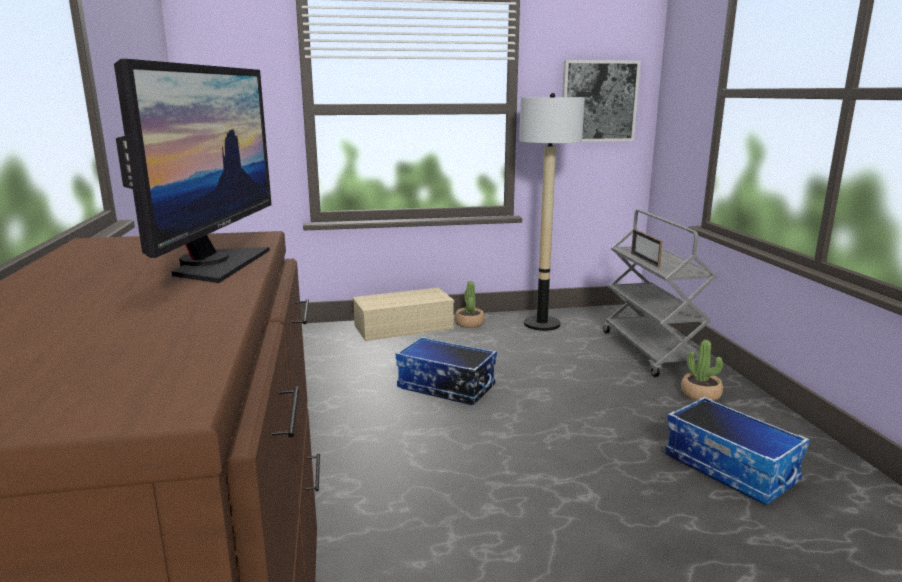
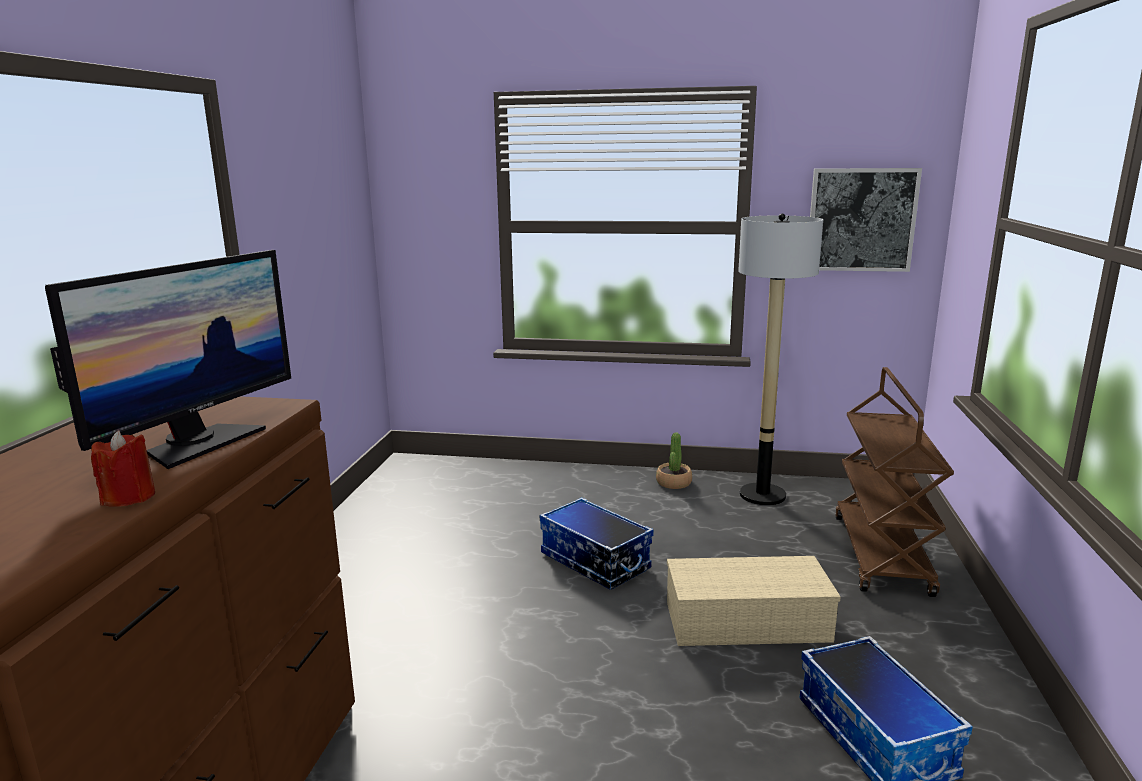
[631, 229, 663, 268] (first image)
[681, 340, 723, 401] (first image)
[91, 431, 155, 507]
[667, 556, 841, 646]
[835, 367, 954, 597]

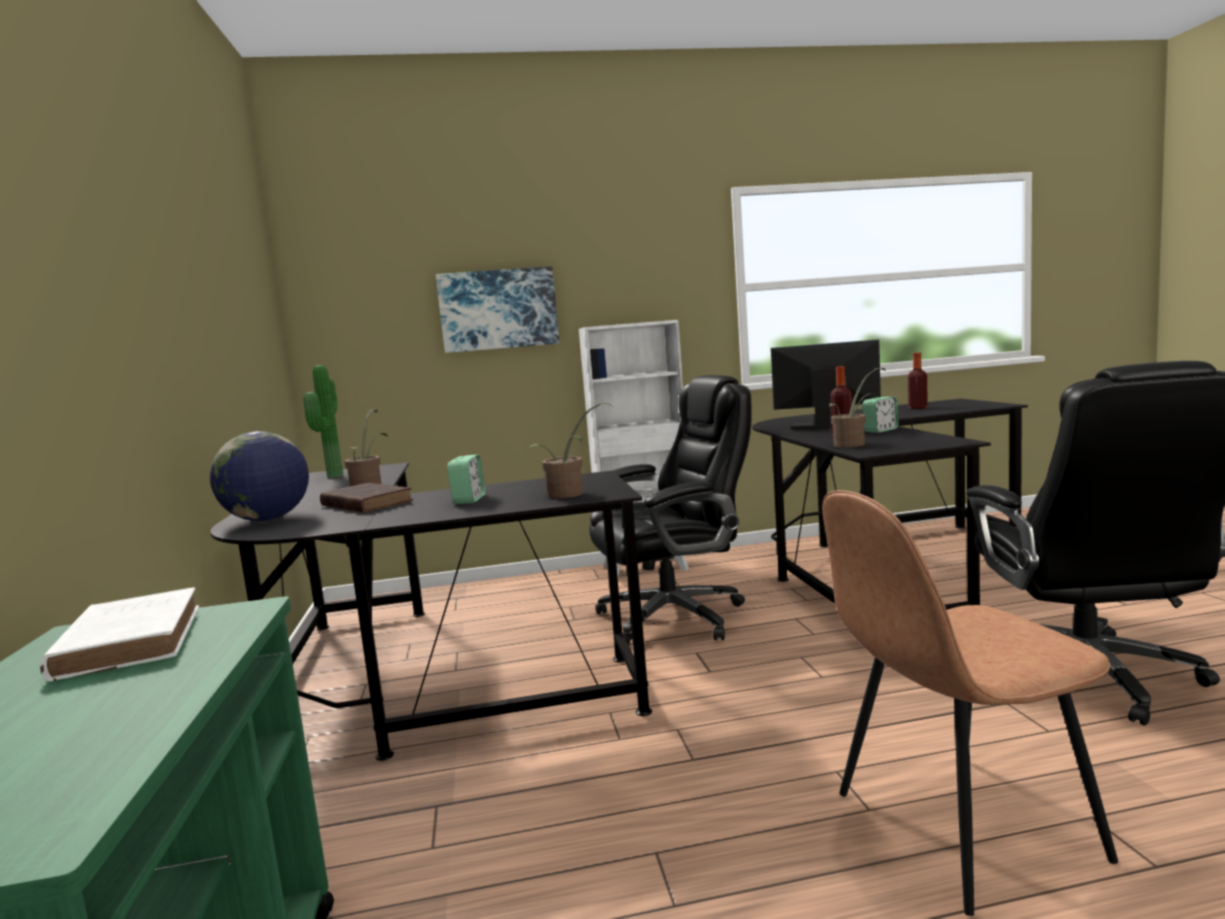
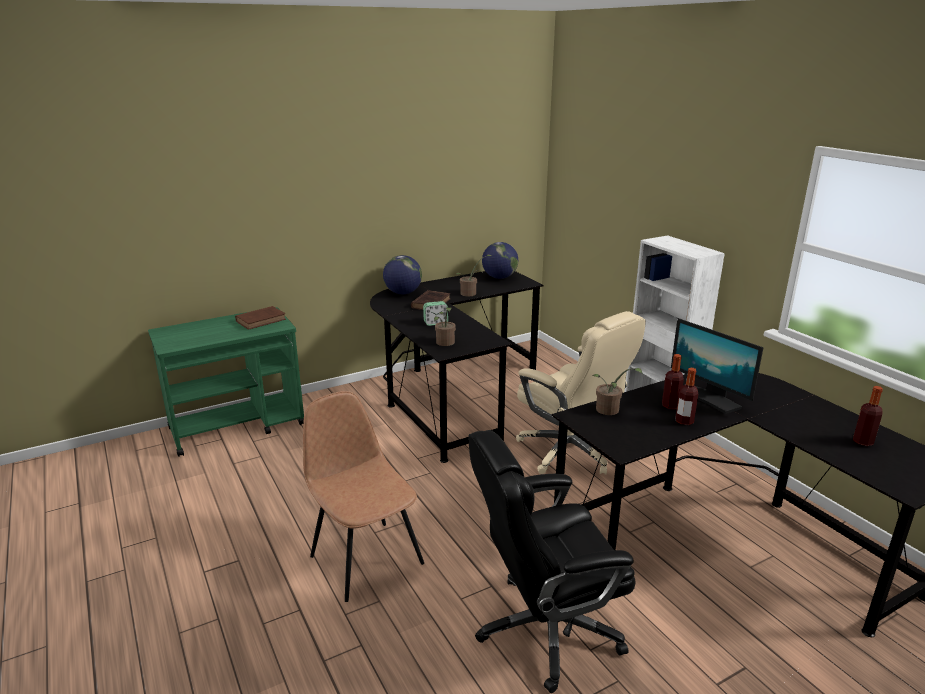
[436, 266, 559, 353] (first image)
[482, 242, 518, 279]
[675, 368, 698, 425]
[235, 306, 286, 330]
[516, 311, 646, 475]
[671, 318, 764, 414]

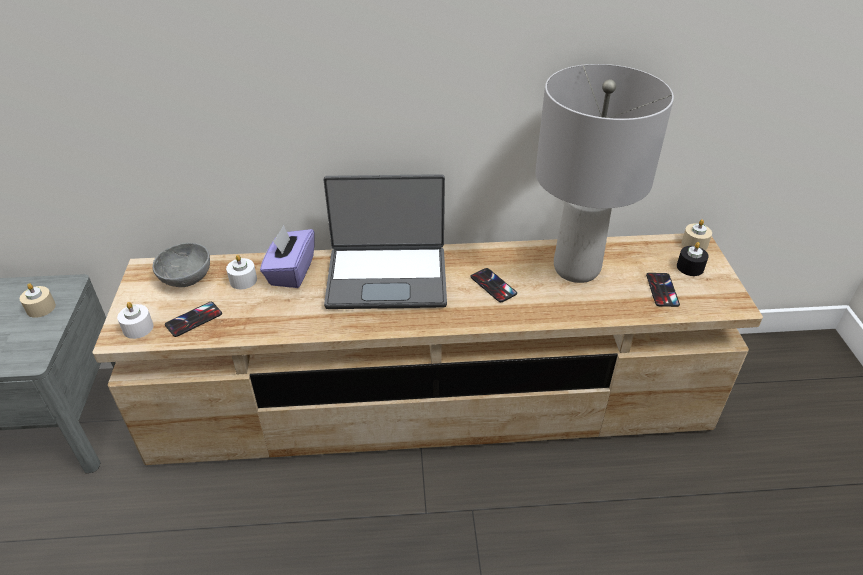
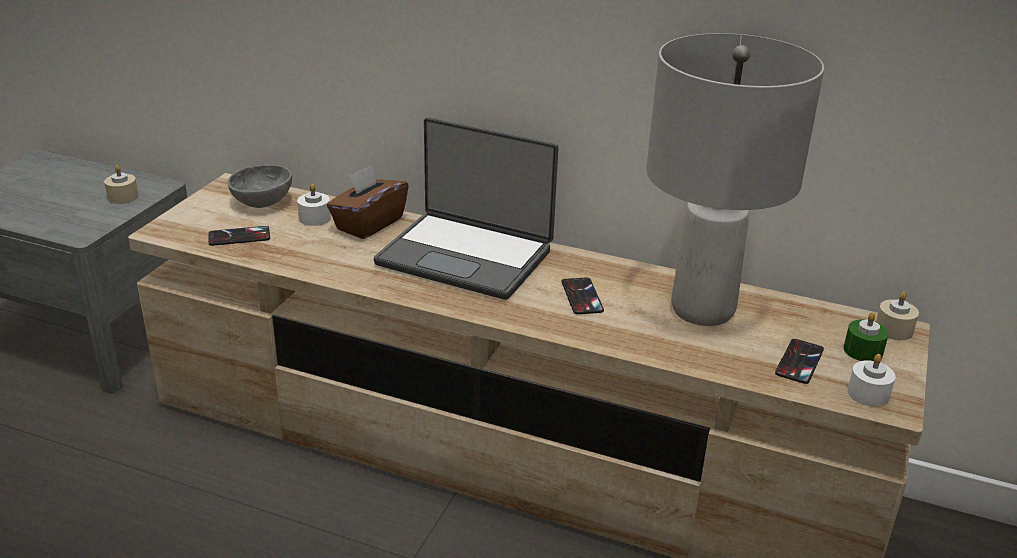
[847, 354, 896, 407]
[327, 165, 408, 239]
[844, 312, 889, 361]

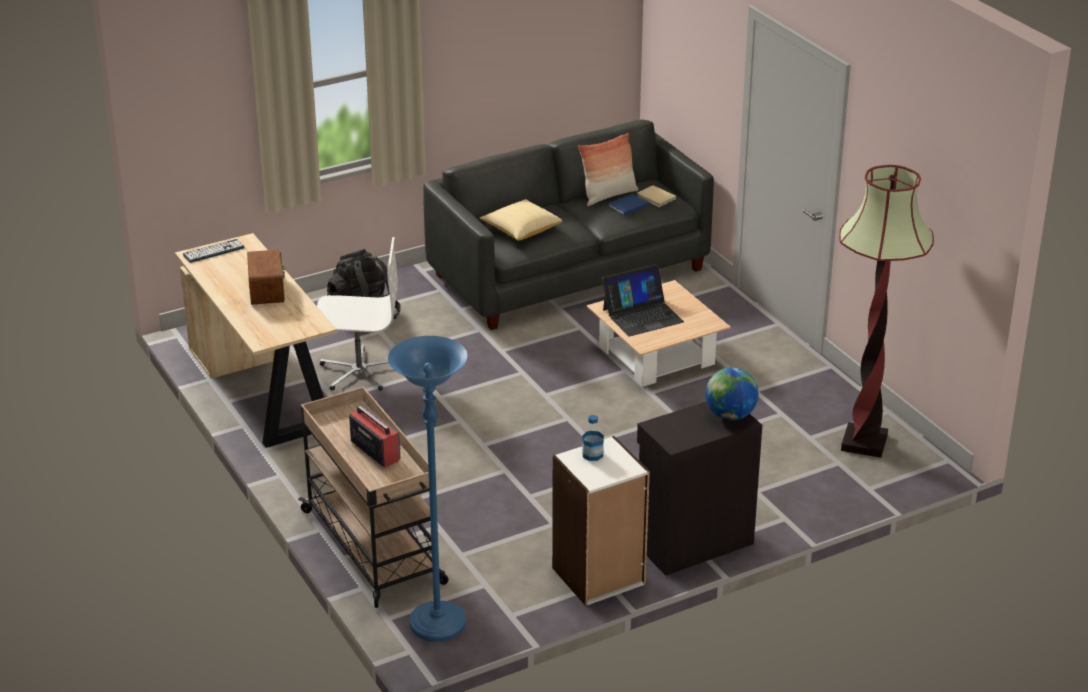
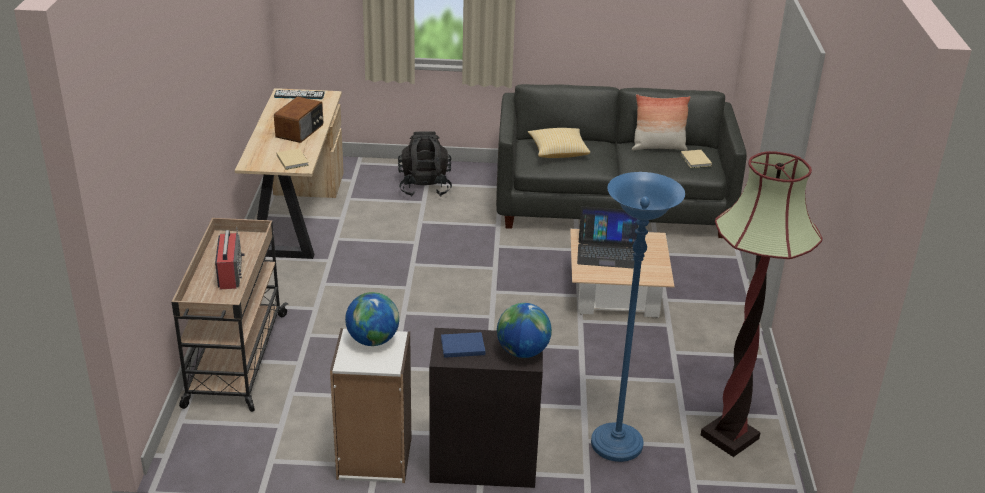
[317, 237, 398, 391] (first image)
[277, 149, 309, 170]
[591, 172, 685, 462]
[441, 332, 485, 358]
[345, 292, 399, 346]

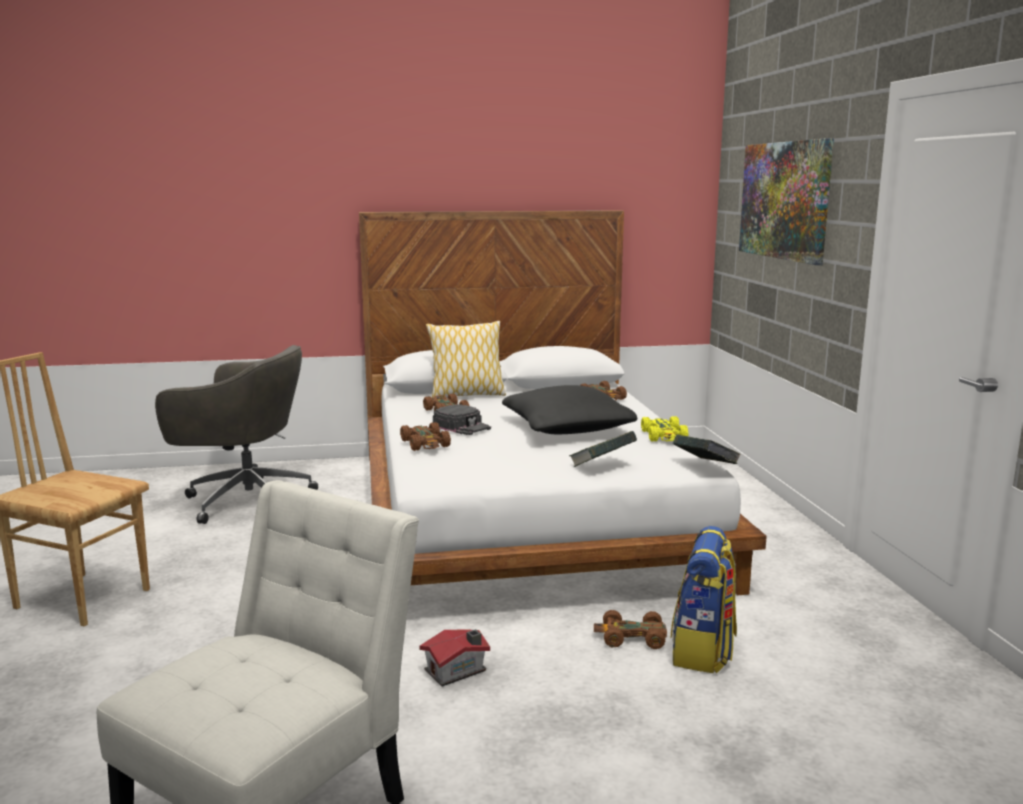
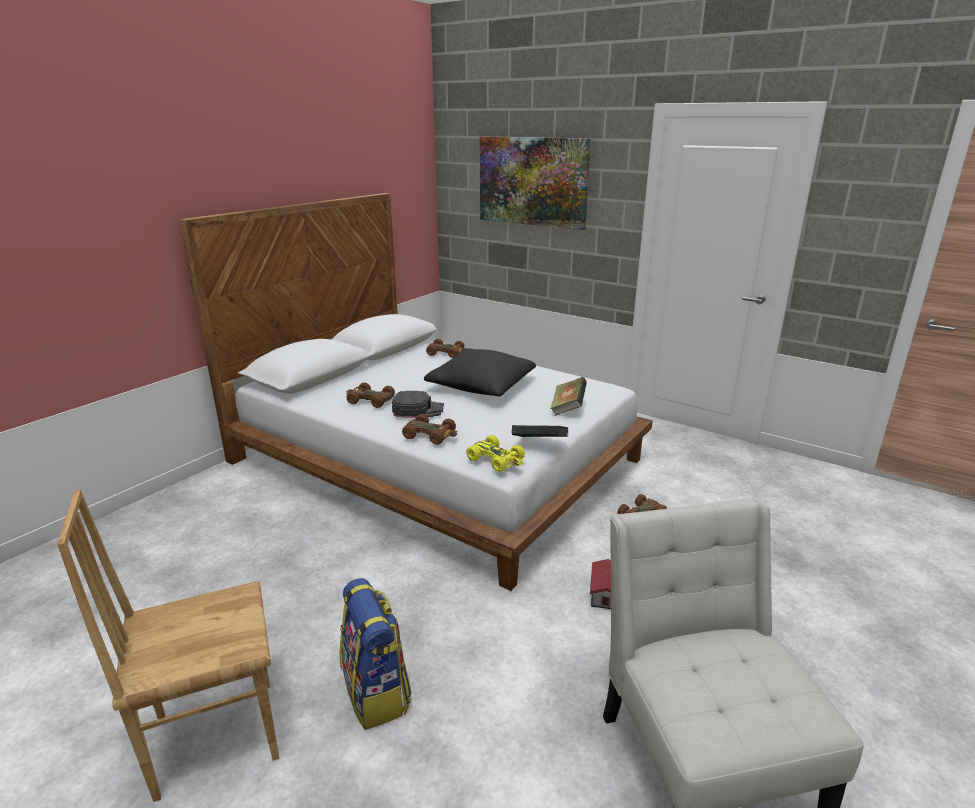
[155, 345, 318, 524] (first image)
[426, 321, 506, 398] (first image)
[466, 435, 525, 472]
[339, 578, 412, 730]
[512, 425, 568, 437]

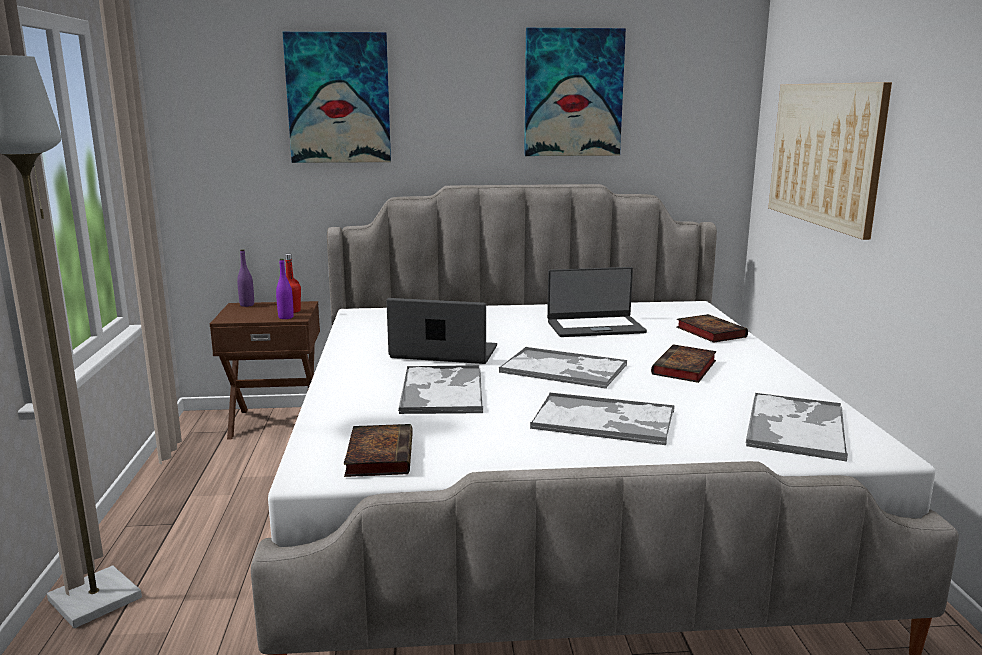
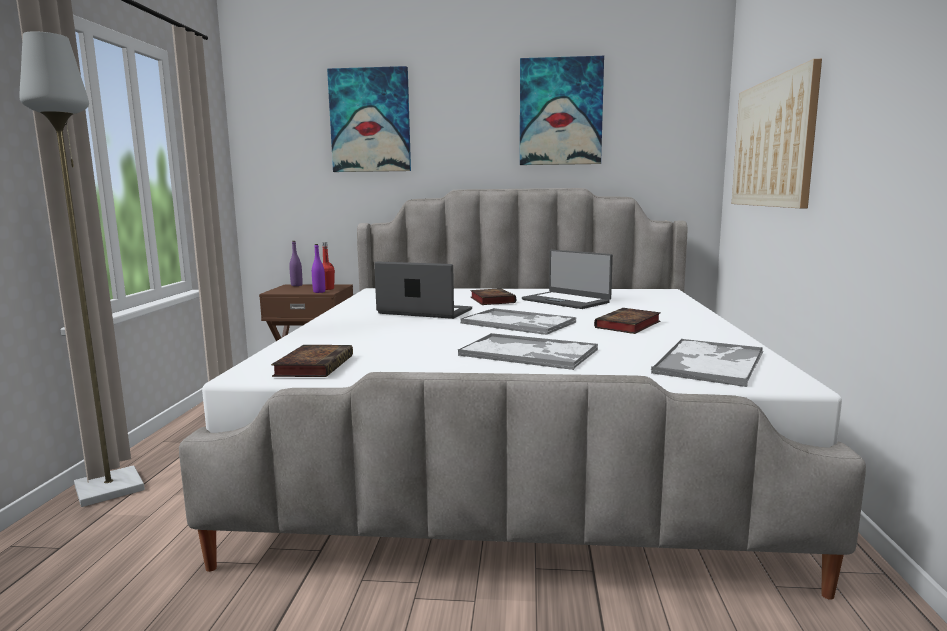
[398, 365, 483, 414] (first image)
[470, 288, 516, 305]
[522, 250, 613, 309]

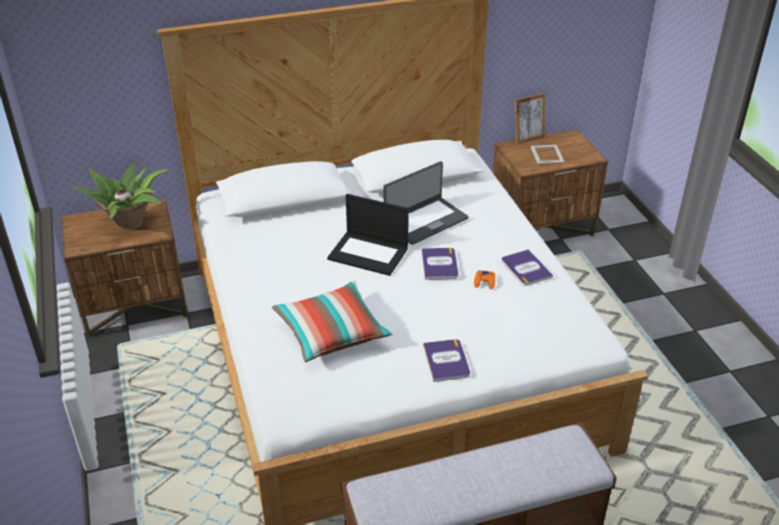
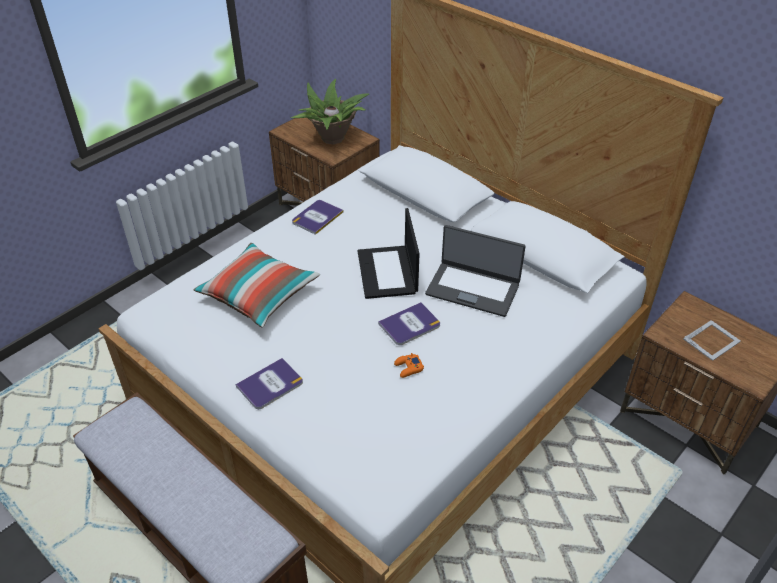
[515, 93, 545, 144] (first image)
[292, 200, 343, 235]

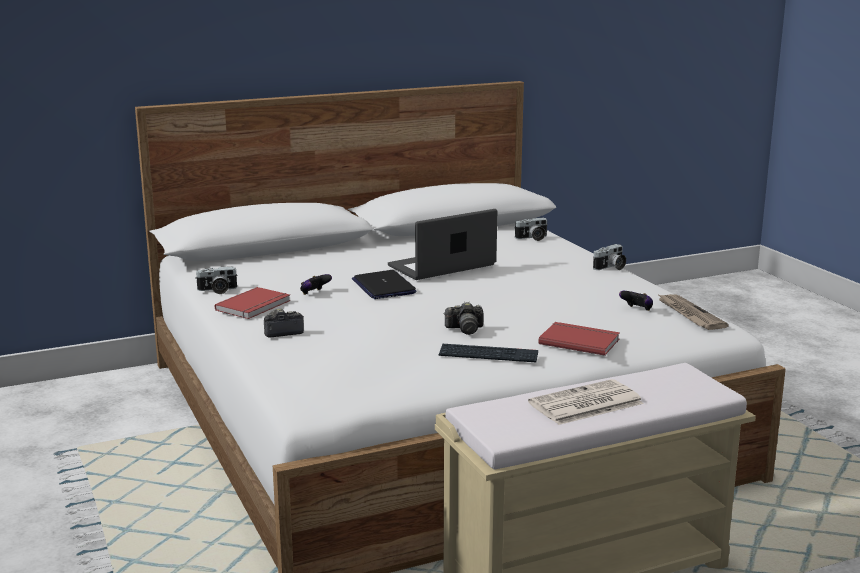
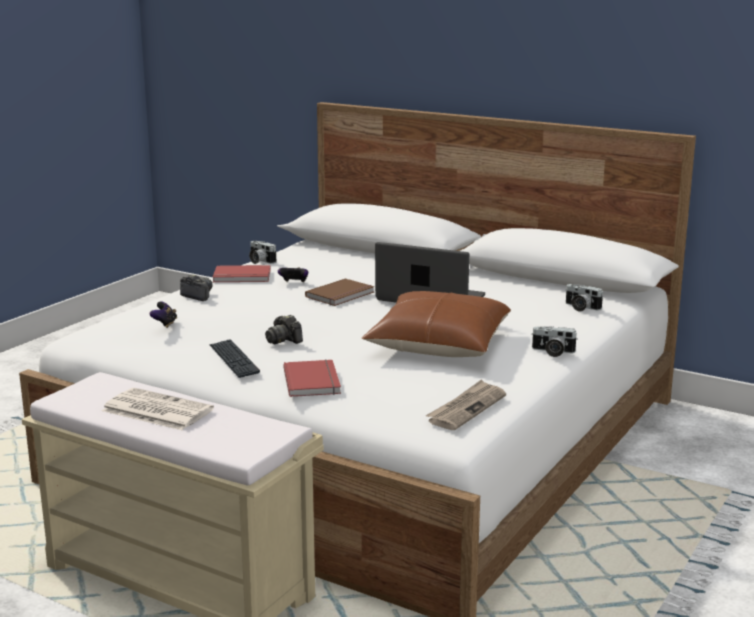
[361, 291, 511, 357]
[150, 301, 177, 328]
[305, 278, 374, 306]

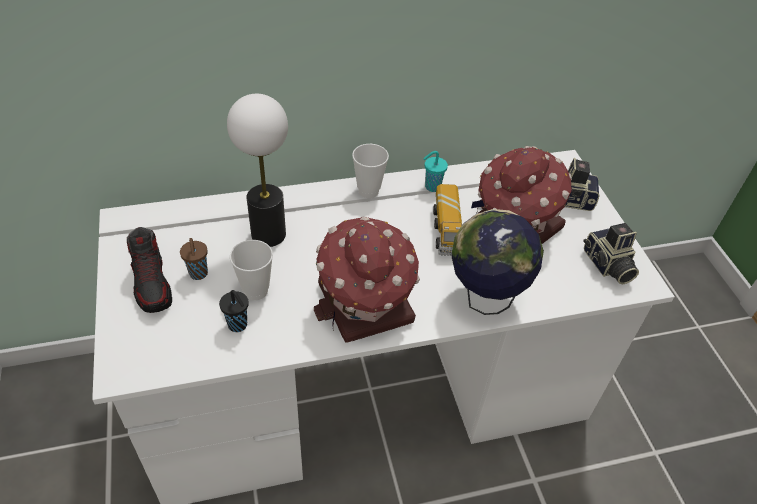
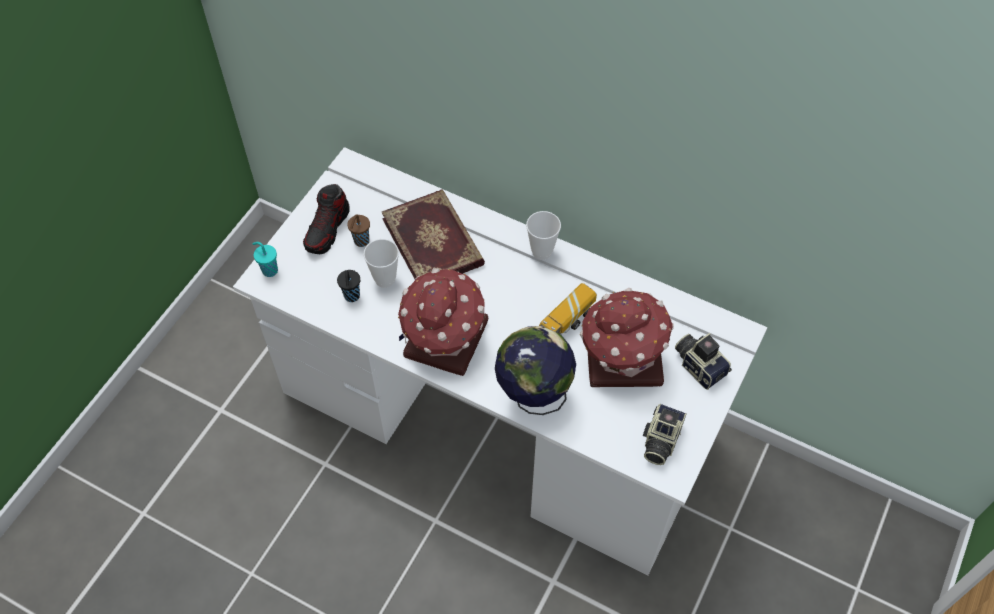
[252, 242, 278, 277]
[382, 189, 485, 280]

